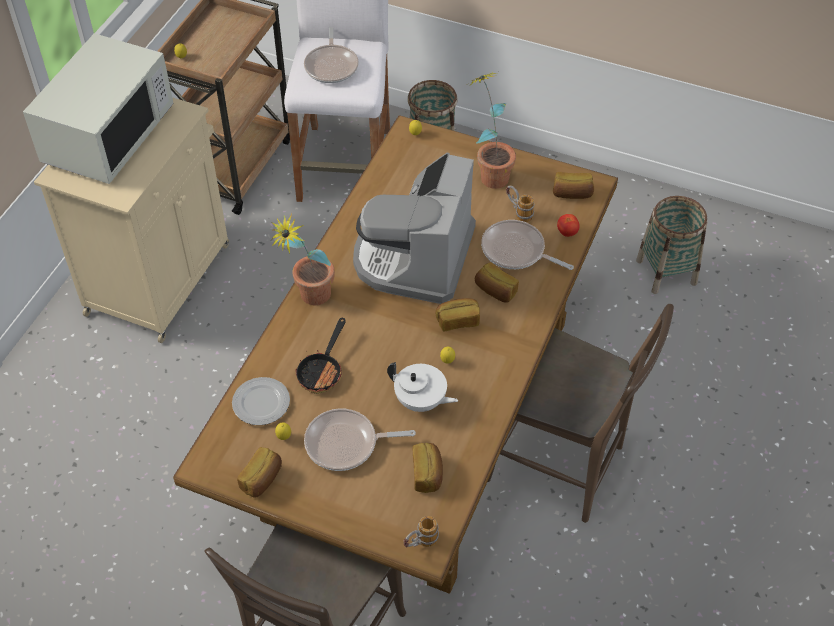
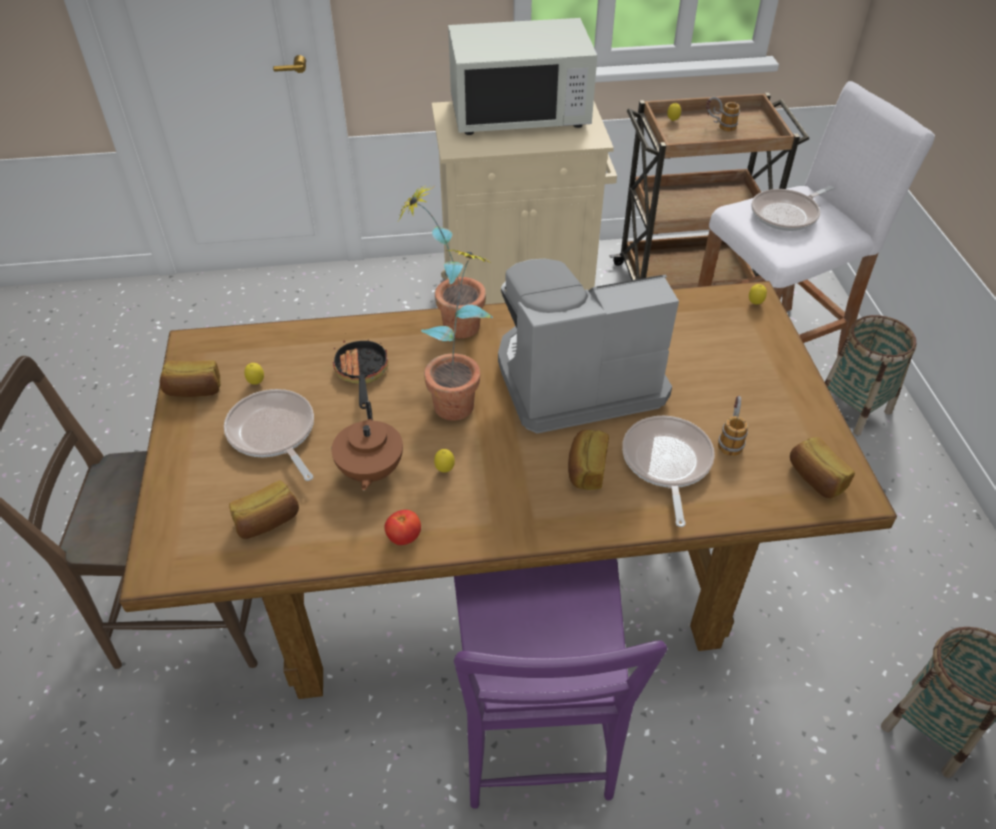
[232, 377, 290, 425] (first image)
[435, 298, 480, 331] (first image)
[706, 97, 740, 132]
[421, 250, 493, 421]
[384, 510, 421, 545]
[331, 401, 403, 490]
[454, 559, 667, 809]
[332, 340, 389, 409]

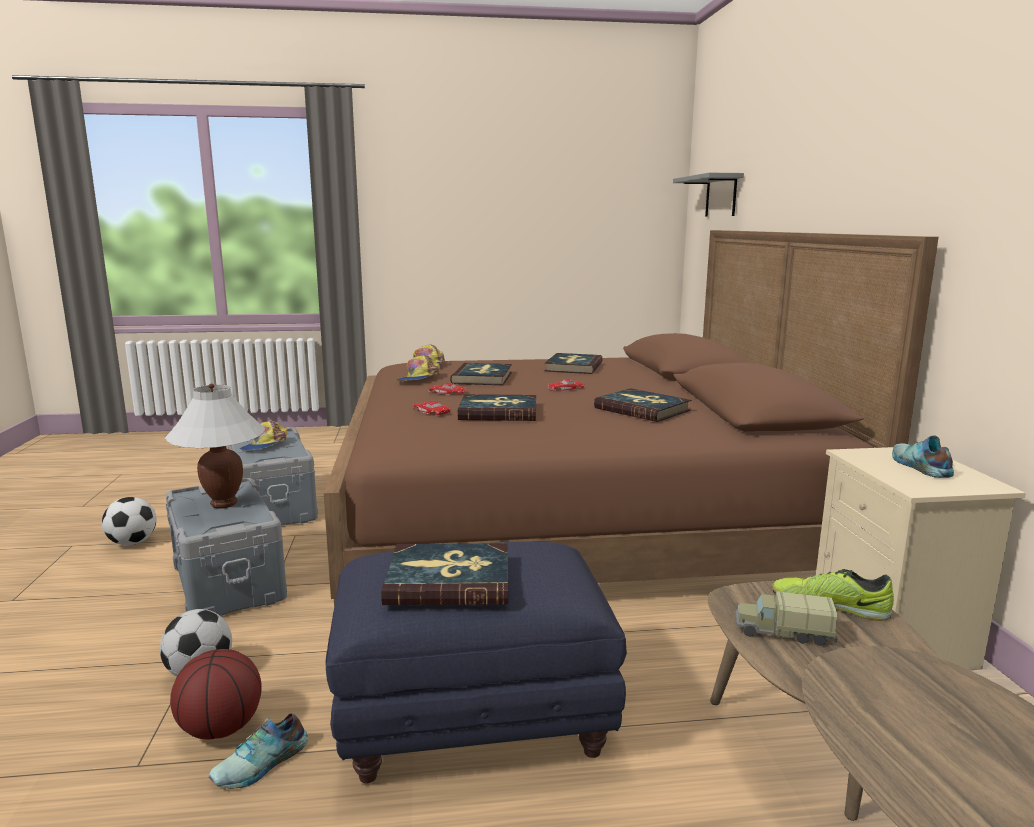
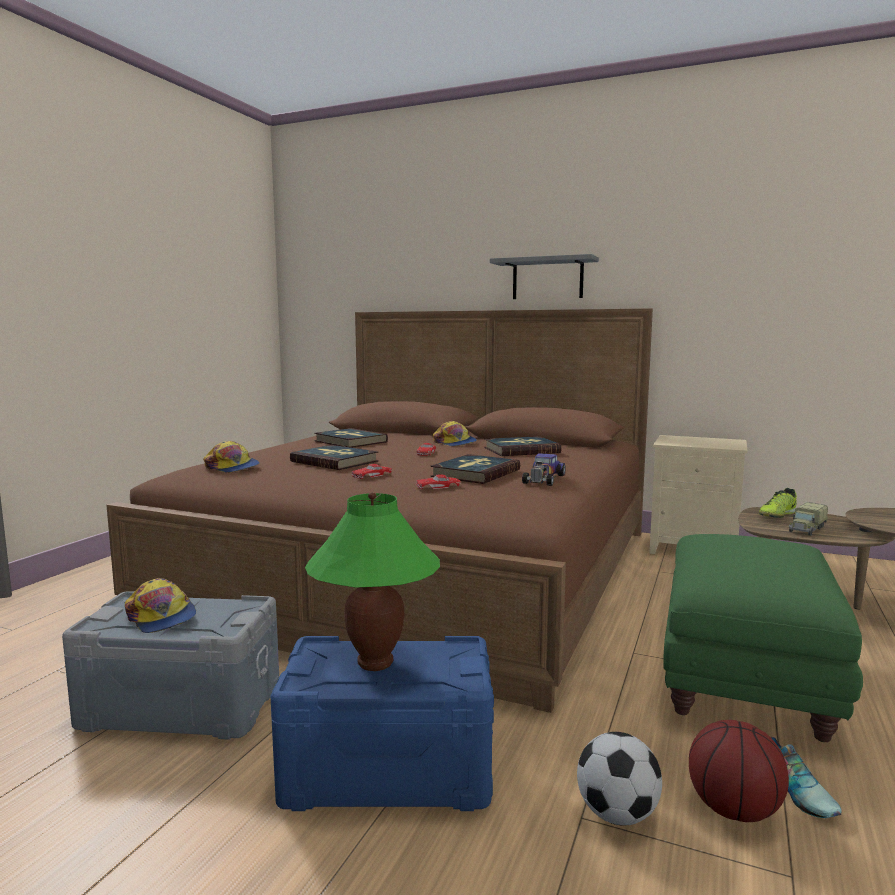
[102, 497, 156, 546] (first image)
[381, 544, 508, 605] (first image)
[892, 435, 954, 478] (first image)
[522, 453, 565, 486]
[432, 421, 477, 446]
[490, 254, 599, 299]
[305, 492, 440, 671]
[270, 636, 494, 811]
[663, 534, 863, 742]

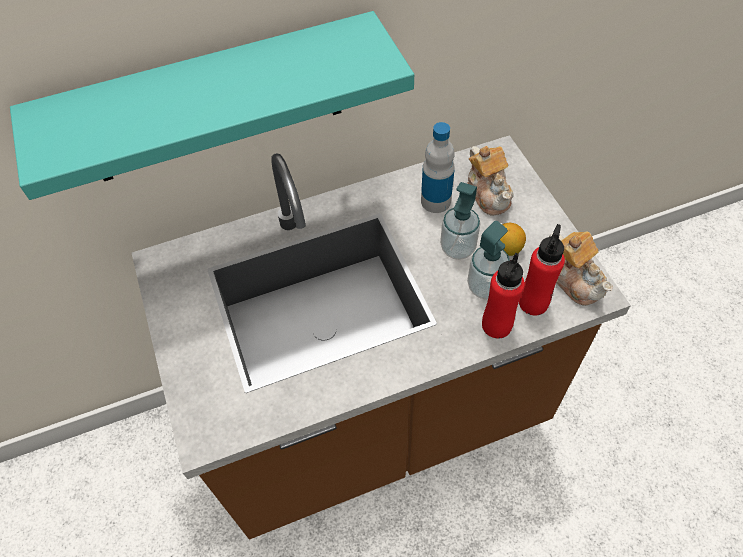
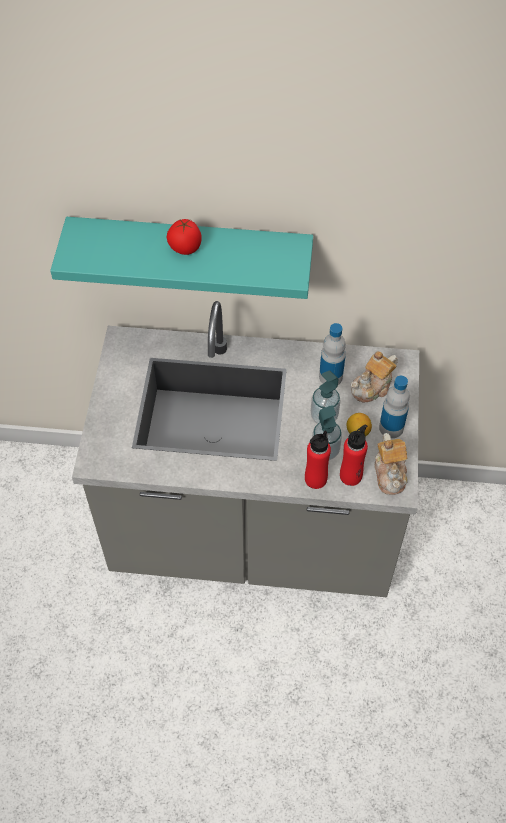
[167, 219, 202, 255]
[379, 376, 410, 438]
[72, 301, 419, 597]
[351, 351, 398, 403]

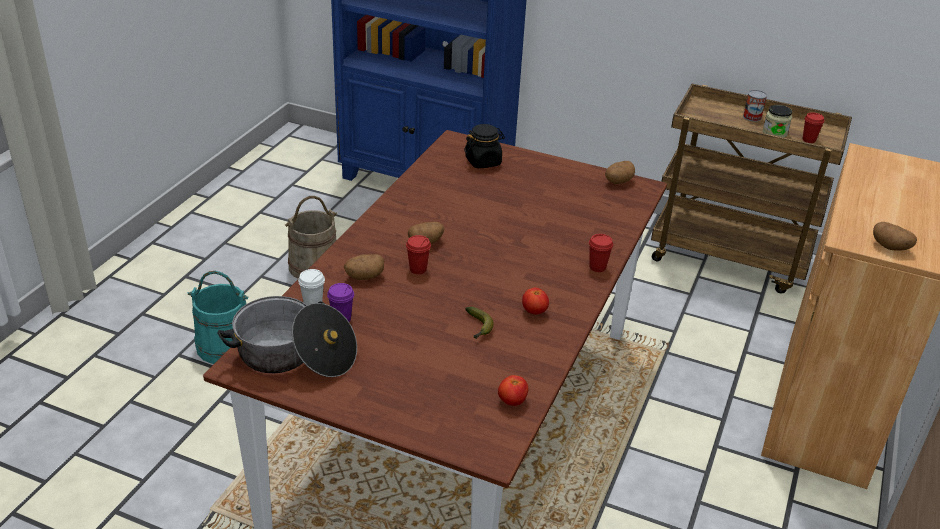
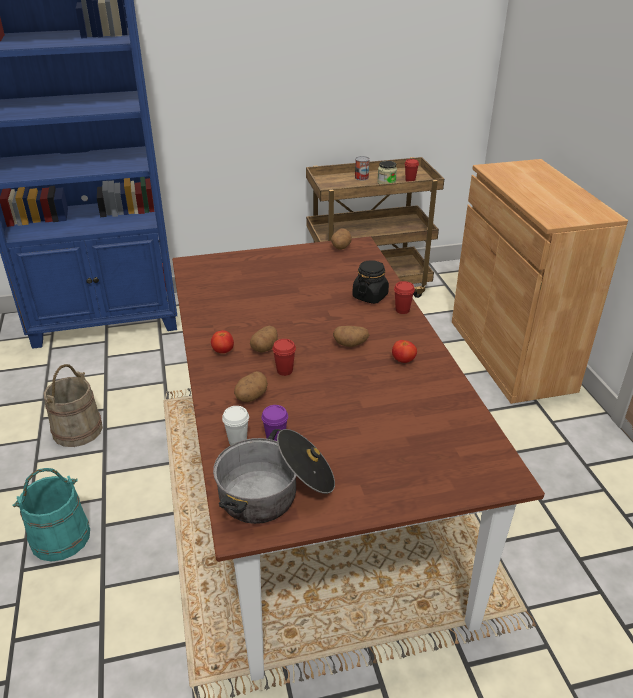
[466, 307, 494, 339] (first image)
[352, 260, 389, 304]
[211, 330, 234, 353]
[333, 326, 369, 347]

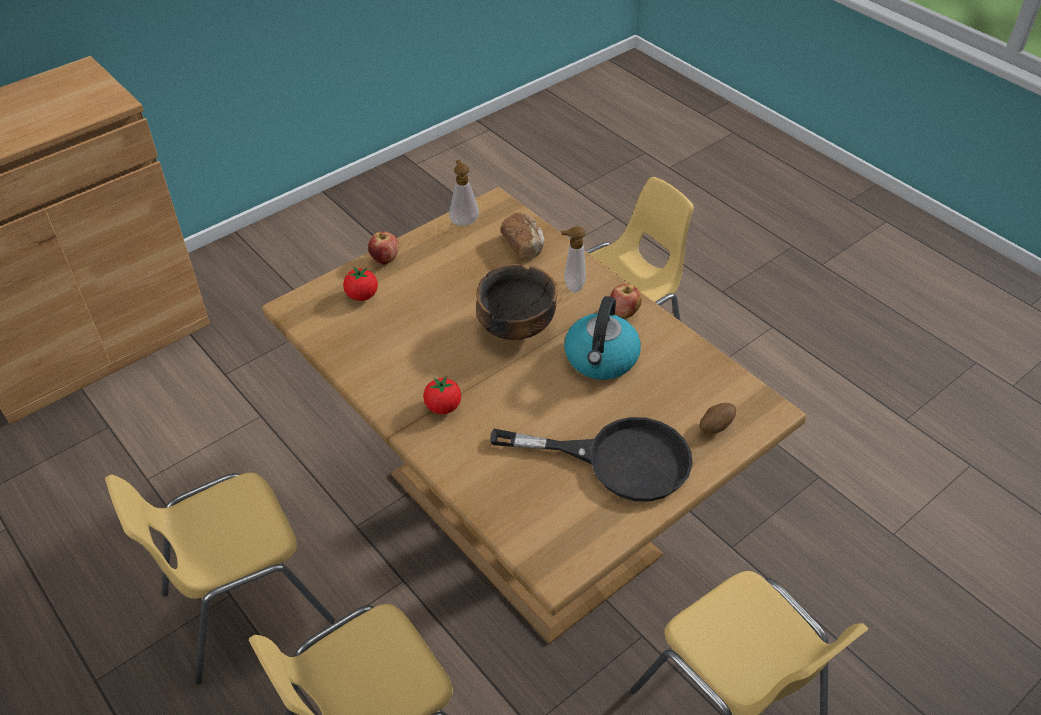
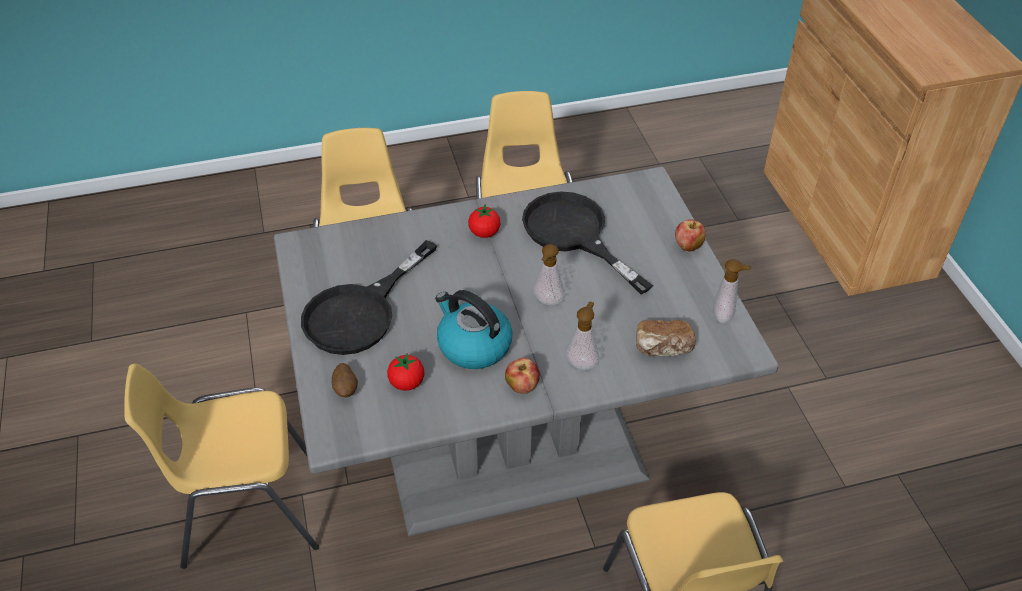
[522, 192, 653, 294]
[387, 353, 424, 391]
[533, 244, 565, 306]
[274, 167, 778, 537]

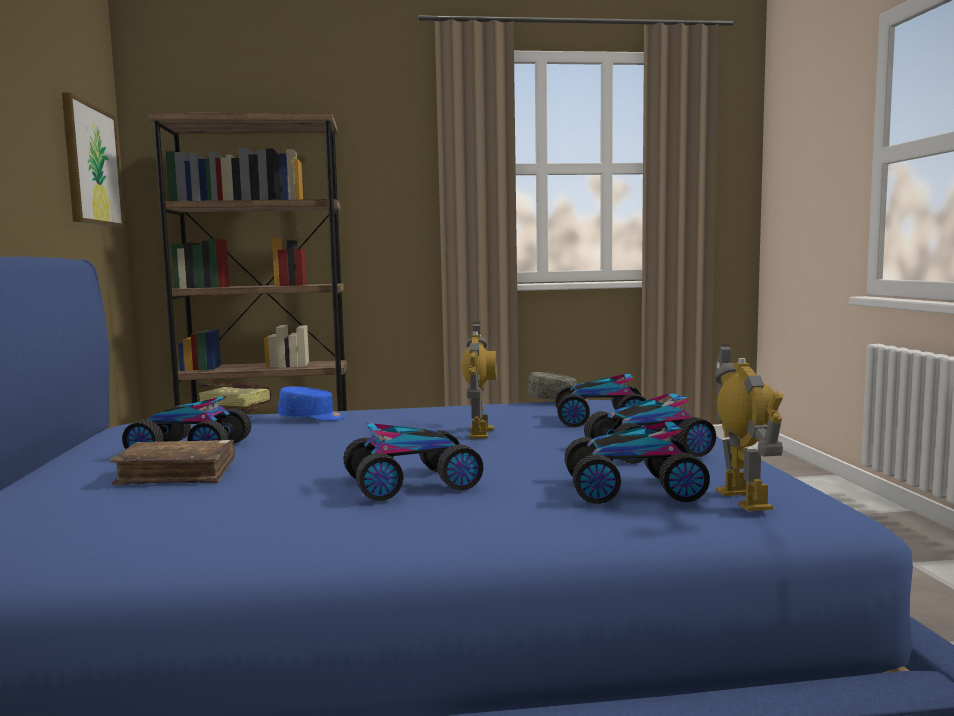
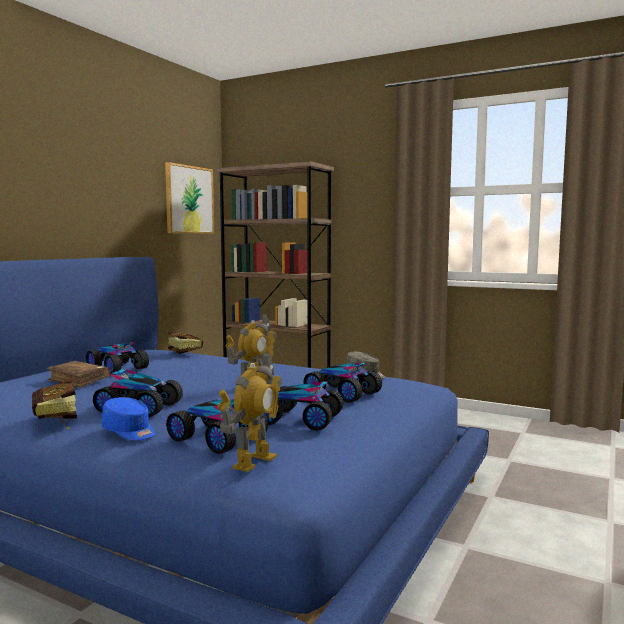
[32, 378, 77, 429]
[102, 397, 155, 440]

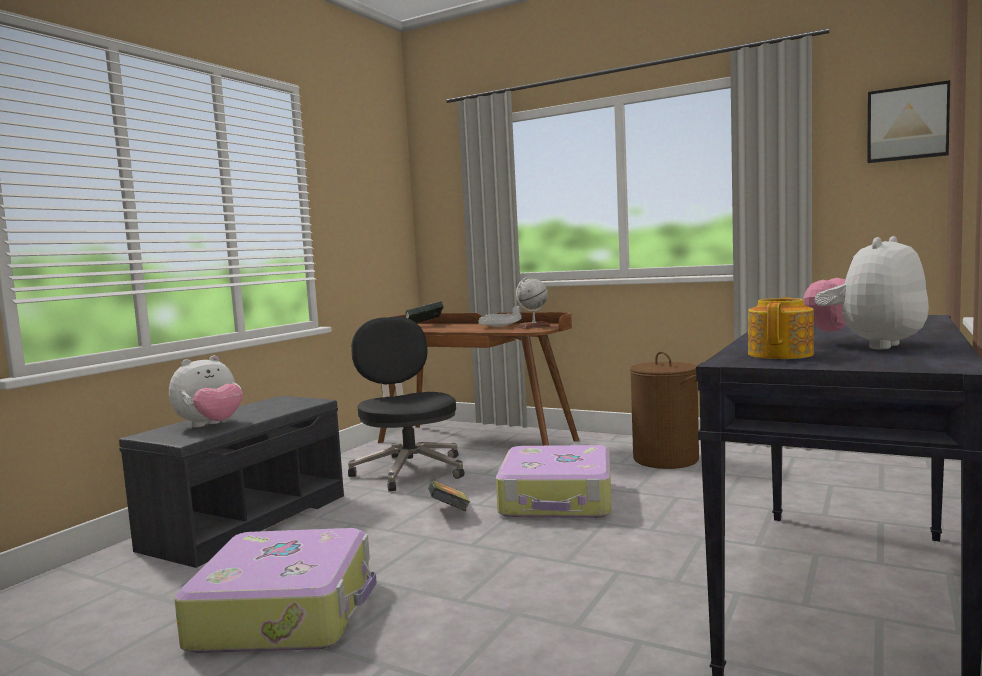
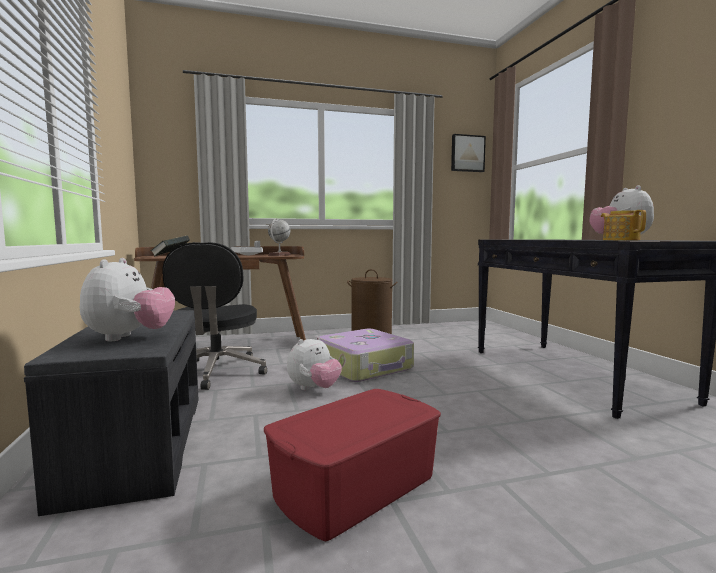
[264, 389, 441, 541]
[287, 336, 342, 390]
[162, 242, 267, 390]

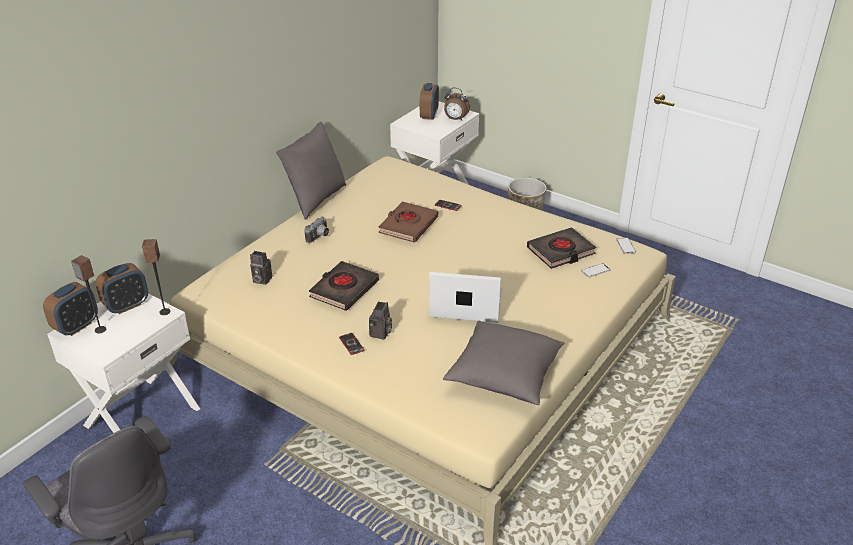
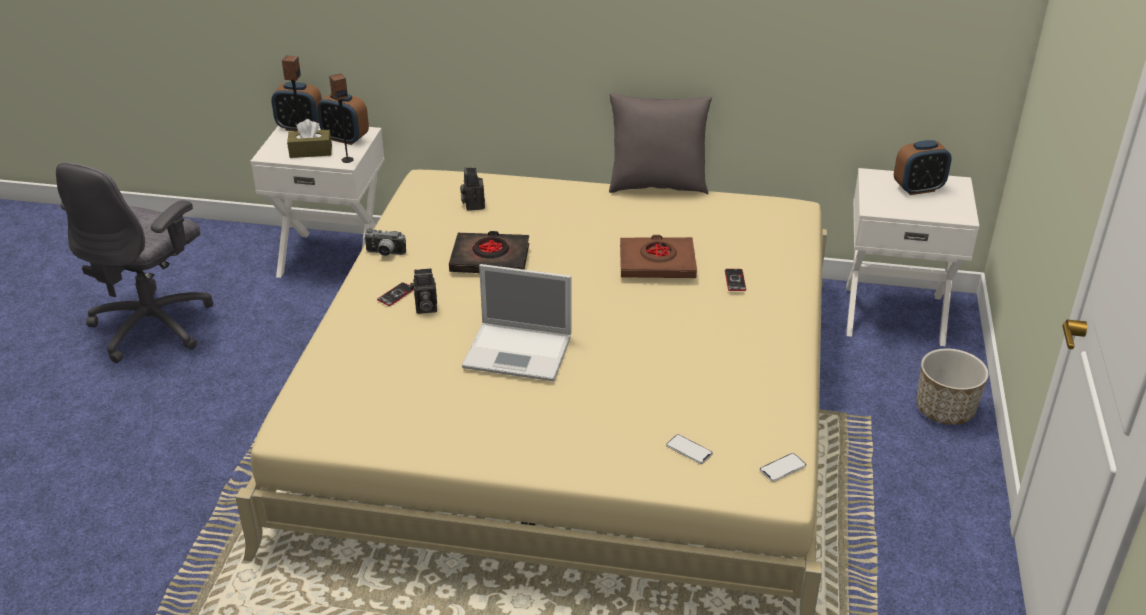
[443, 321, 565, 405] (first image)
[444, 88, 470, 120] (first image)
[527, 227, 596, 269] (first image)
[287, 119, 332, 158]
[364, 228, 406, 256]
[462, 264, 571, 381]

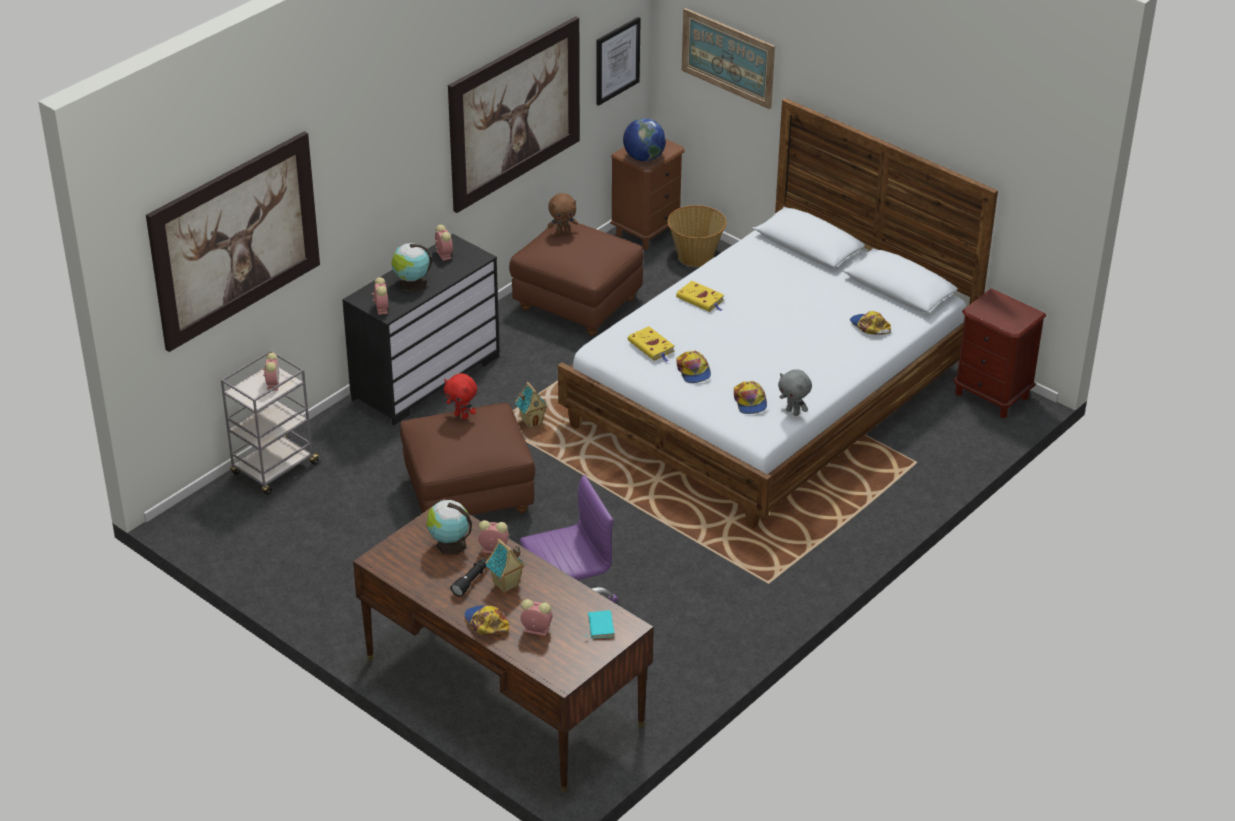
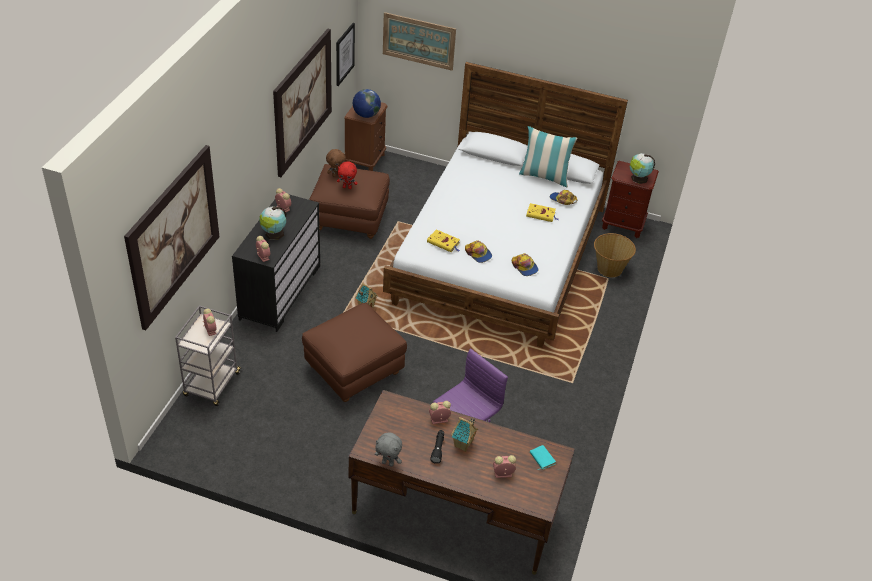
[464, 605, 509, 636] (first image)
[519, 126, 577, 187]
[630, 153, 655, 184]
[337, 161, 358, 189]
[594, 233, 636, 277]
[526, 203, 558, 222]
[375, 433, 402, 467]

